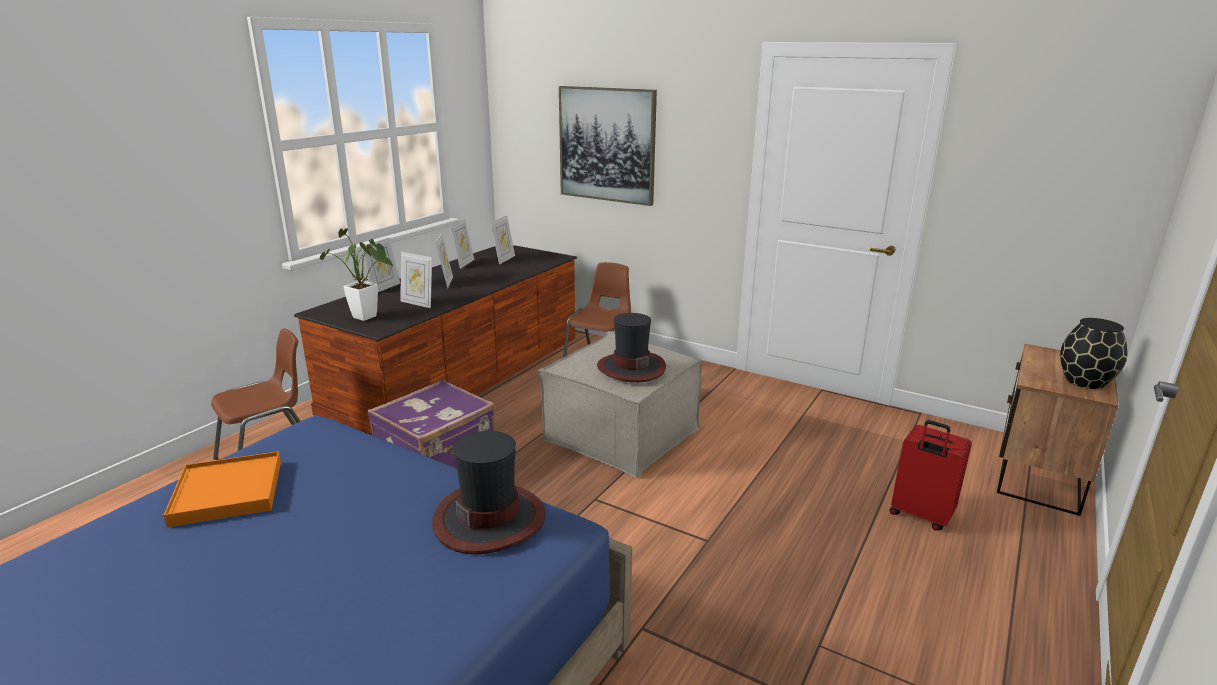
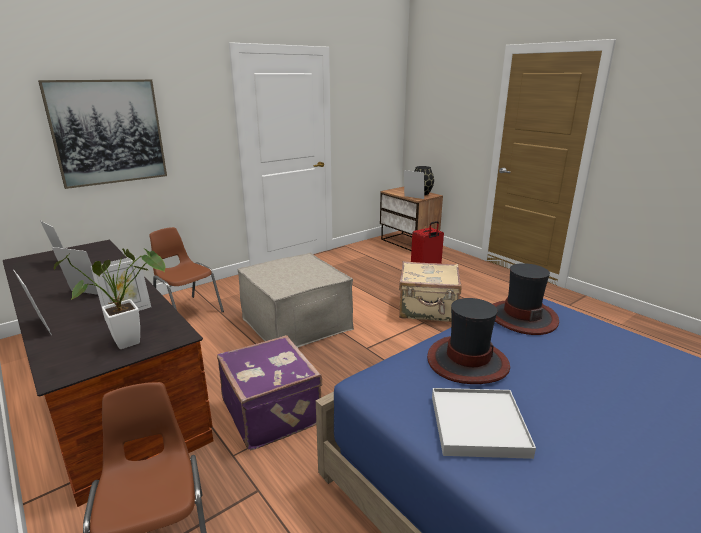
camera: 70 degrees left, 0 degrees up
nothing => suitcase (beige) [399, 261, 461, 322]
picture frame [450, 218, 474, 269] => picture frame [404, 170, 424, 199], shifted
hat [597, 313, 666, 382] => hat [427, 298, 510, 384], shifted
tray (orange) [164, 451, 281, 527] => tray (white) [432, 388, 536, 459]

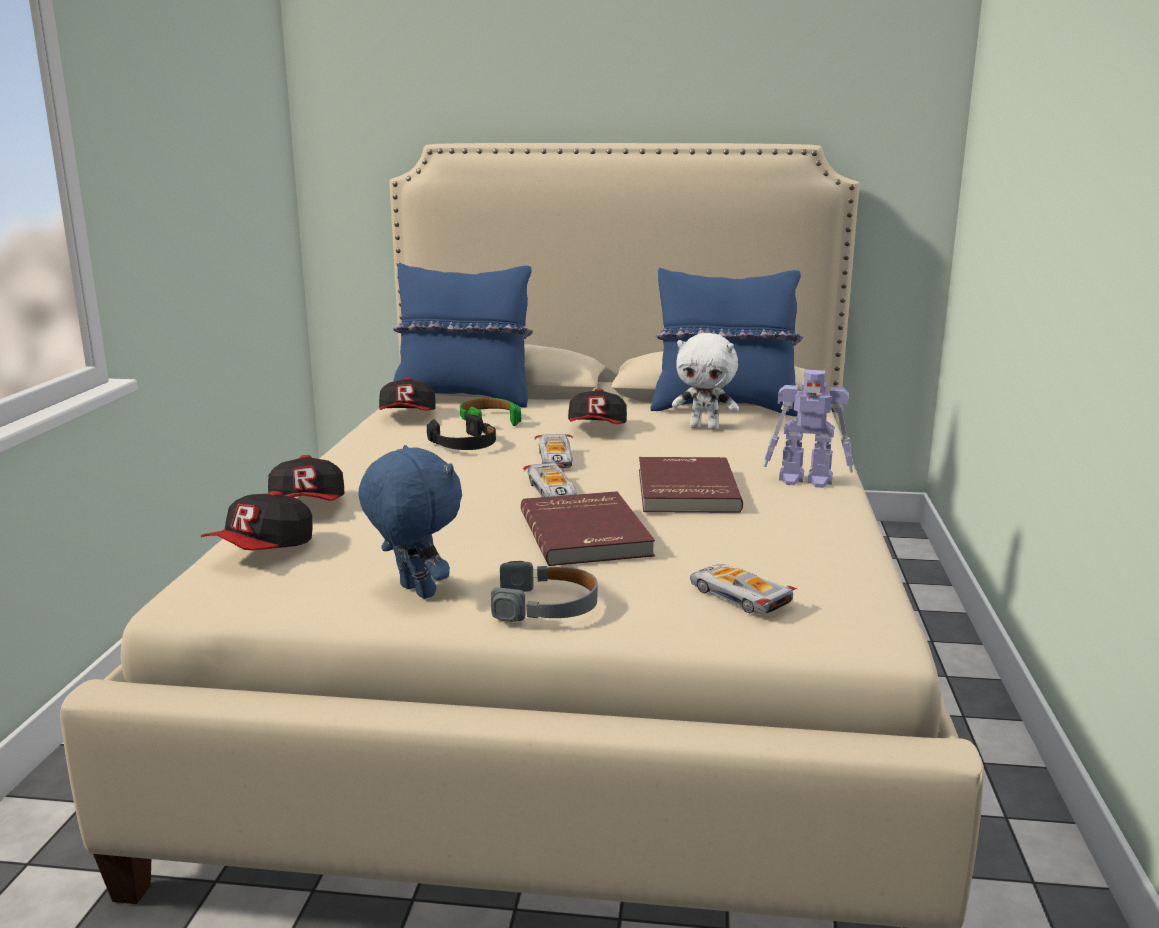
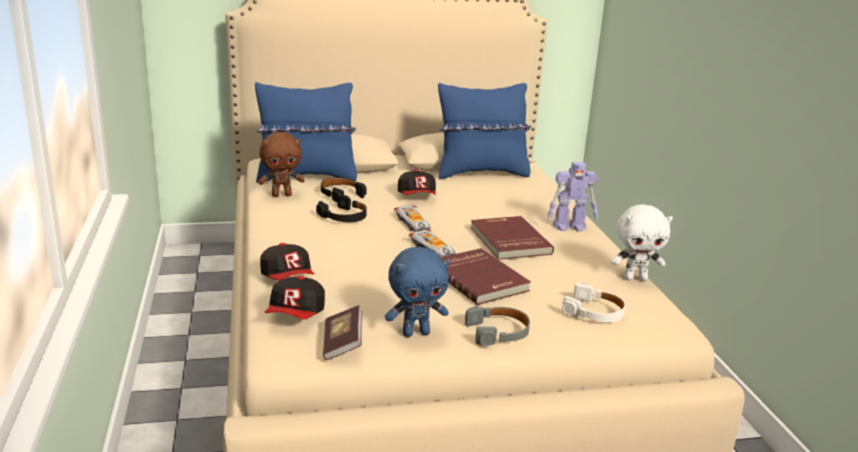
camera: 20 degrees left, 5 degrees up
nothing => book [323, 305, 362, 360]
plush toy (white) [672, 333, 739, 430] => plush toy (white) [610, 205, 673, 281], shifted
cap [379, 377, 435, 411] => plush toy (brown) [258, 132, 305, 197]
toy car [690, 565, 797, 615] => headphones (white) [562, 283, 626, 322]
headphones (green) [460, 397, 521, 426] => headphones (black) [321, 177, 367, 202]
plush toy (blue) [358, 445, 462, 599] => plush toy (blue) [385, 247, 450, 337], 135 degrees clockwise

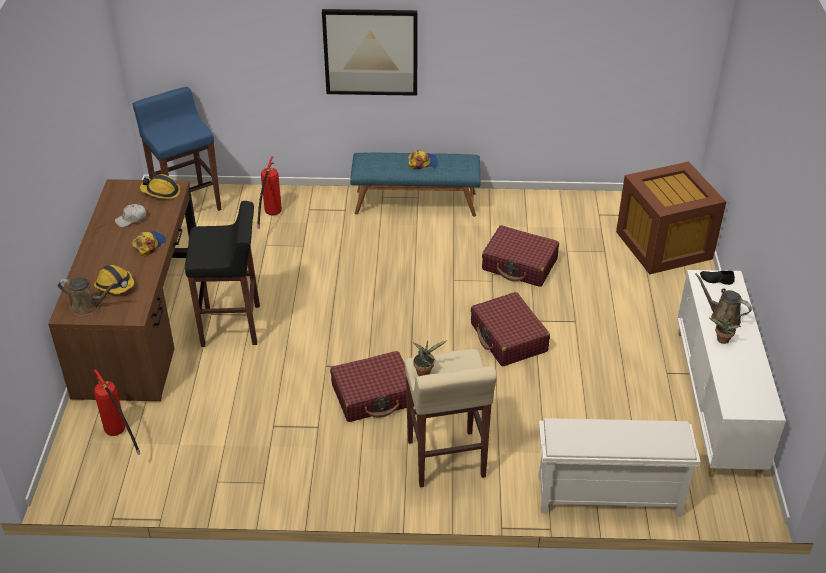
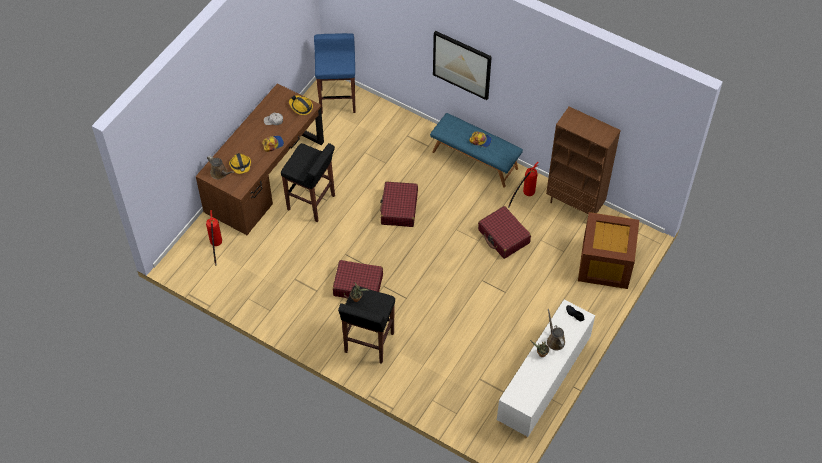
camera: 30 degrees right, 15 degrees up
shoe rack (white) [538, 418, 700, 516] => nothing
nothing => bookcase (brown) [546, 107, 621, 214]
fire extinguisher [257, 157, 282, 229] => fire extinguisher [508, 162, 539, 208], shifted
suitcase (red) [471, 292, 550, 366] => suitcase (red) [380, 182, 418, 227], shifted
stool (beige) [405, 349, 497, 488] => stool (black) [338, 286, 395, 364]

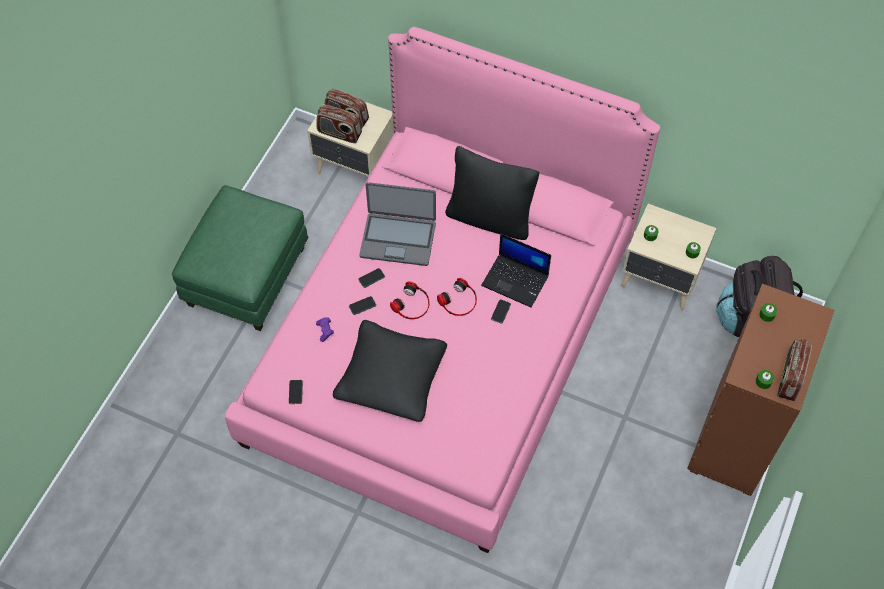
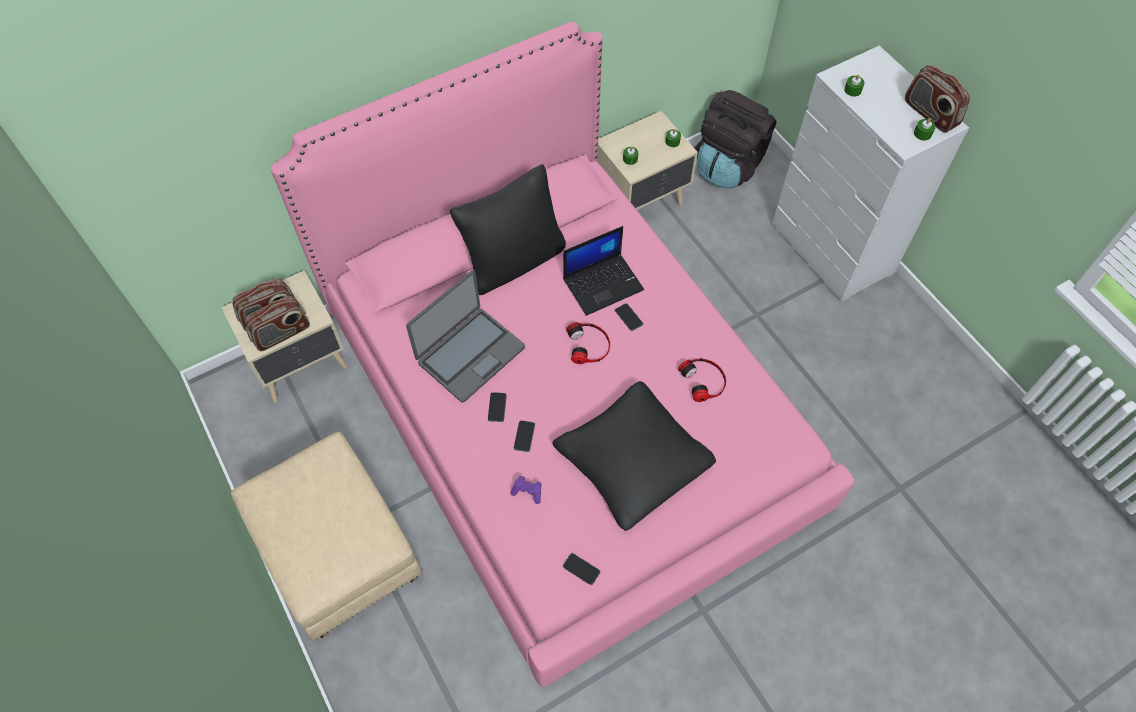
camera: 55 degrees left, 0 degrees up
headphones [390, 281, 430, 319] => headphones [678, 358, 726, 402], shifted
ottoman (green) [172, 185, 308, 331] => ottoman (beige) [231, 432, 422, 640]
dresser (brown) [687, 284, 834, 496] => dresser (white) [772, 46, 969, 301]

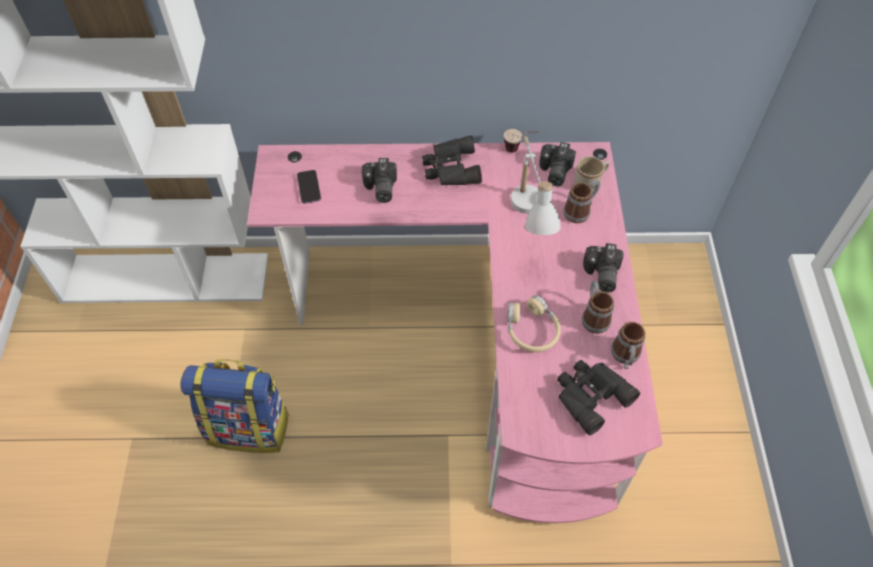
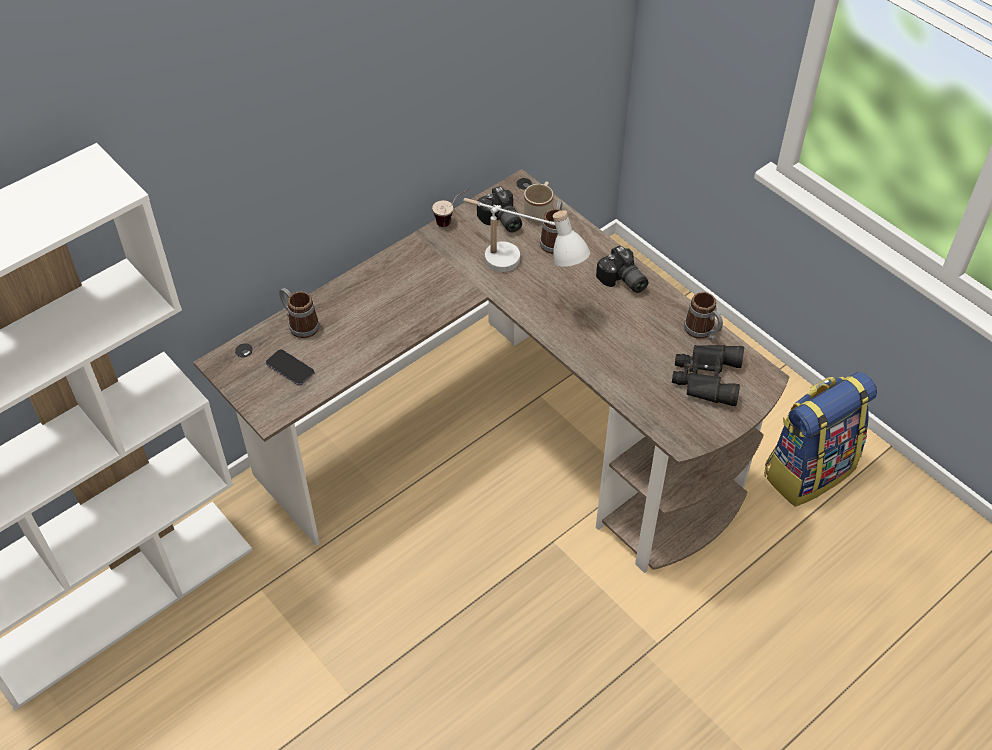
camera: 40 degrees left, 5 degrees down
photo camera [362, 158, 397, 203] => nothing
binoculars (black) [422, 135, 482, 185] => nothing
headphones (beige) [507, 295, 561, 352] => nothing
backpack [180, 359, 290, 453] => backpack [764, 372, 877, 507], shifted
mug [582, 281, 614, 334] => mug [279, 288, 320, 338], shifted
desk (pink) [247, 142, 663, 523] => desk (brown) [193, 169, 790, 573]

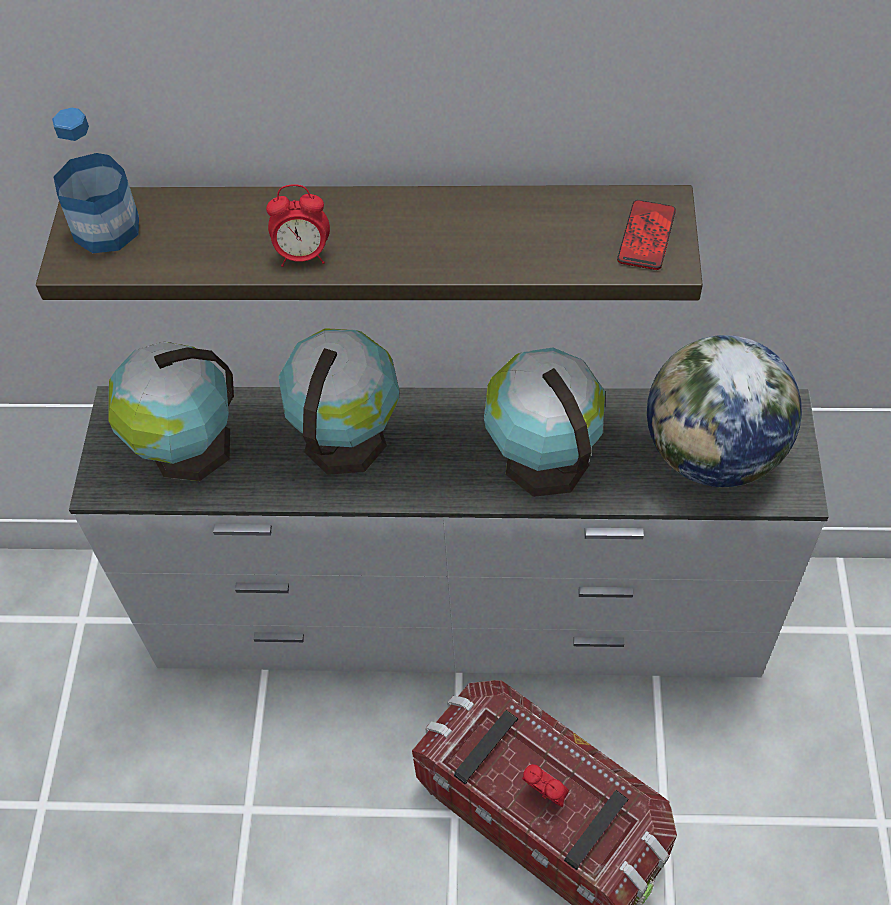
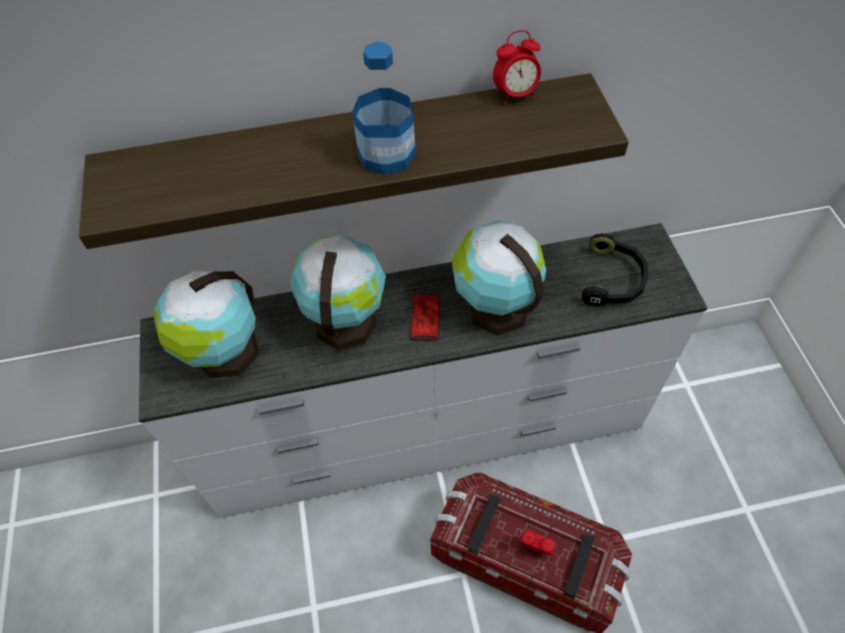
camera: 15 degrees left, 0 degrees up
bottle [52, 108, 139, 253] => bottle [352, 42, 416, 175], shifted
alarm clock [266, 185, 330, 267] => alarm clock [493, 30, 541, 104], shifted
phone [617, 200, 676, 270] => phone [411, 294, 440, 341], shifted
globe [647, 335, 802, 487] => headphones (black) [582, 233, 648, 306]

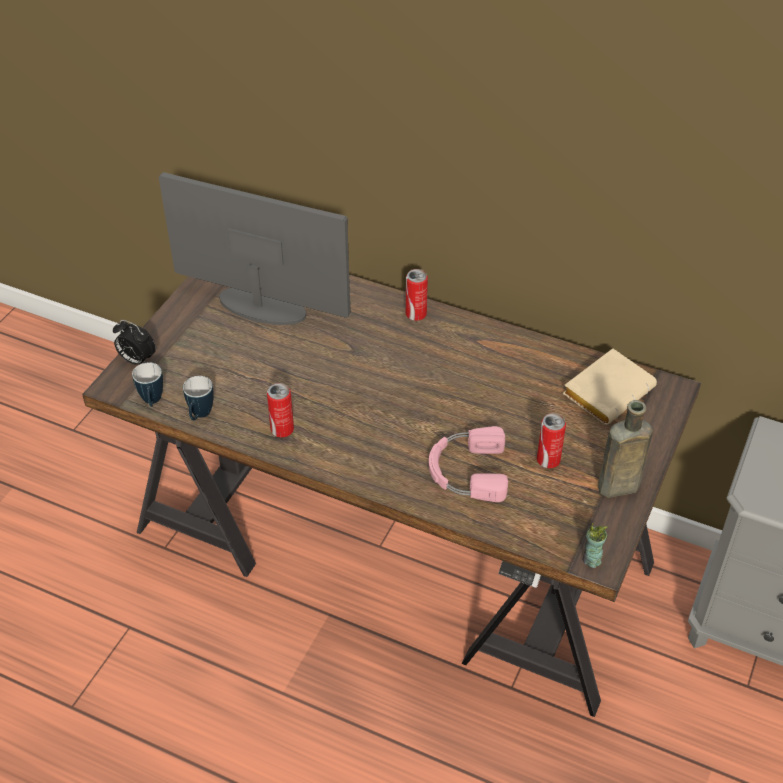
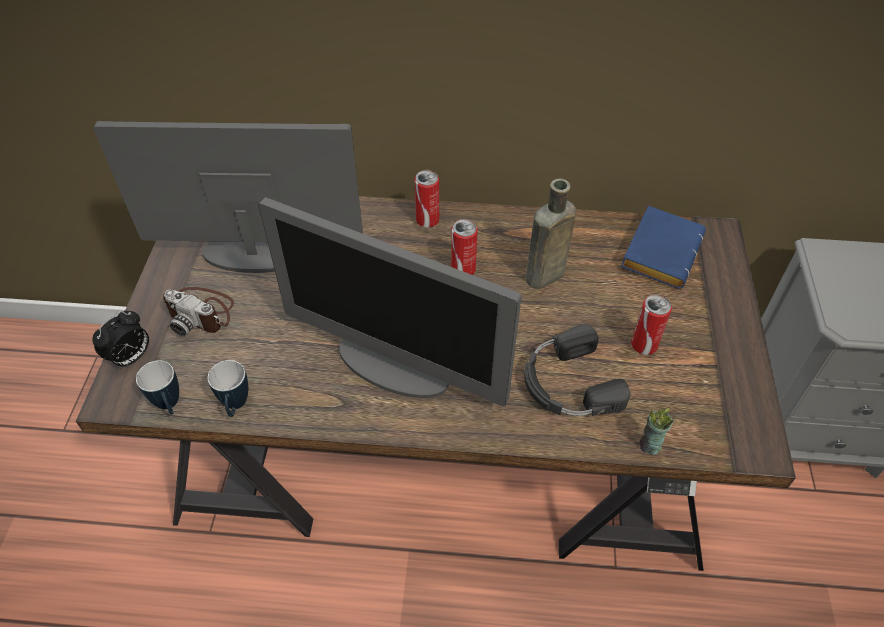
camera: 20 degrees left, 5 degrees up
nothing => photo camera [163, 287, 234, 336]
nothing => monitor [258, 197, 522, 407]
can [267, 383, 294, 437] => can [451, 219, 478, 275], shifted
cup [583, 523, 608, 568] => cup [639, 408, 674, 455], shifted
bottle (brown) [598, 400, 653, 498] => bottle (brown) [525, 178, 576, 289], shifted
headphones (pink) [429, 426, 508, 502] => headphones (black) [524, 324, 630, 416]
book (beige) [563, 348, 657, 425] => book (blue) [621, 206, 706, 289]
alarm clock [113, 320, 156, 365] => alarm clock [92, 311, 149, 370], 60 degrees counterclockwise

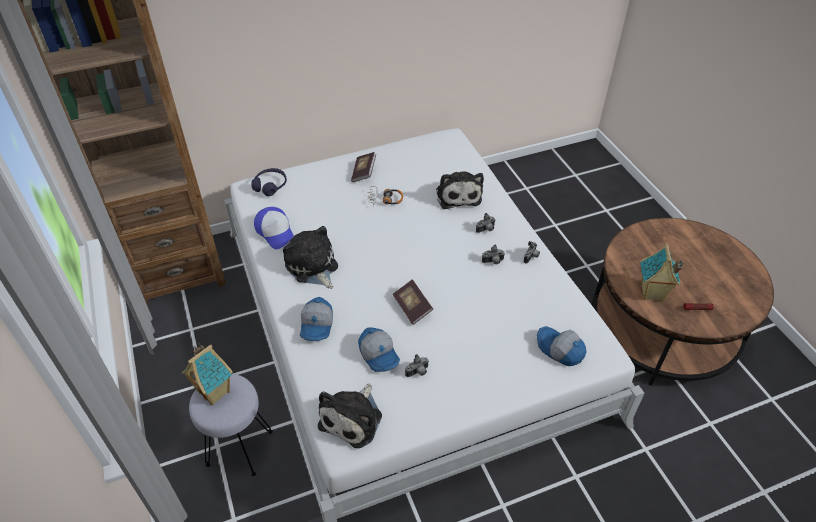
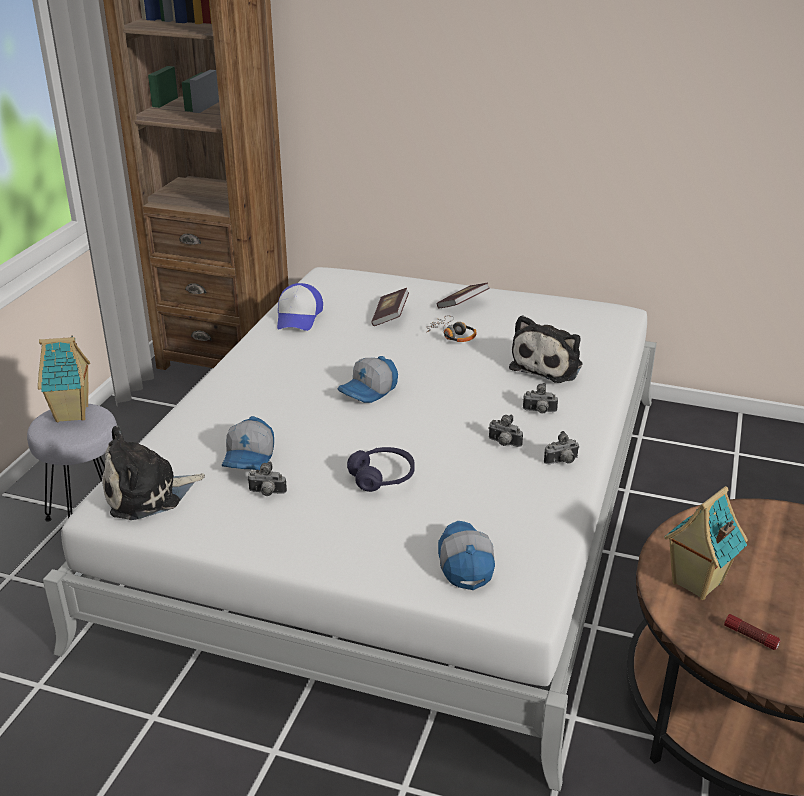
camera: 40 degrees right, 15 degrees down
plush toy [283, 226, 338, 289] => nothing
headphones (purple) [251, 168, 287, 196] => headphones (purple) [347, 447, 415, 492], shifted
cap [300, 297, 333, 341] => cap [338, 356, 398, 403], shifted
book [393, 279, 433, 325] => book [371, 288, 409, 326], shifted

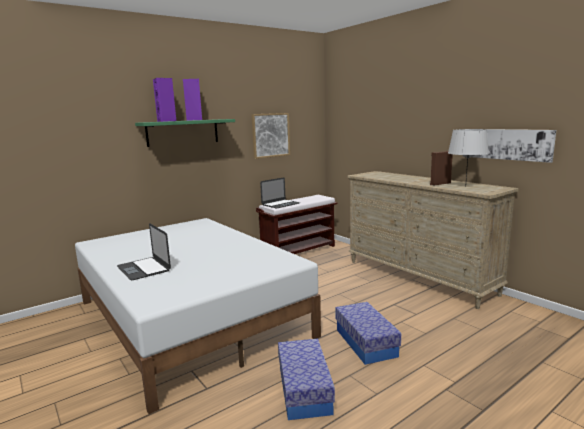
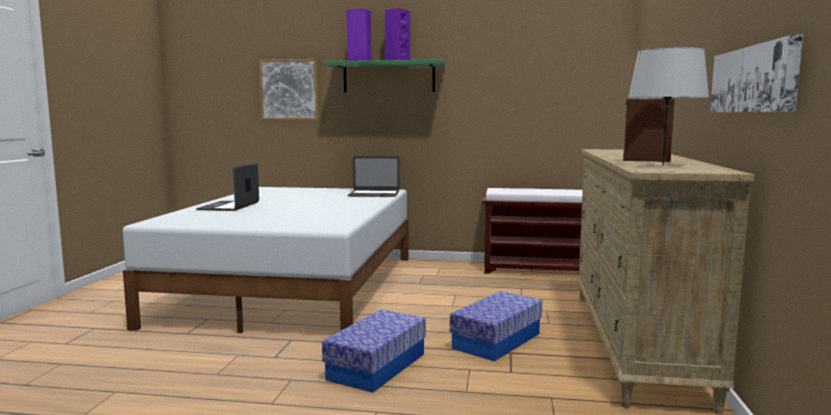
camera: 45 degrees right, 5 degrees down
picture [252, 113, 290, 159] => picture [259, 59, 319, 120], shifted
laptop [260, 177, 300, 208] => laptop [348, 156, 400, 197], shifted
storage box [278, 339, 335, 420] => storage box [450, 291, 542, 361], shifted

